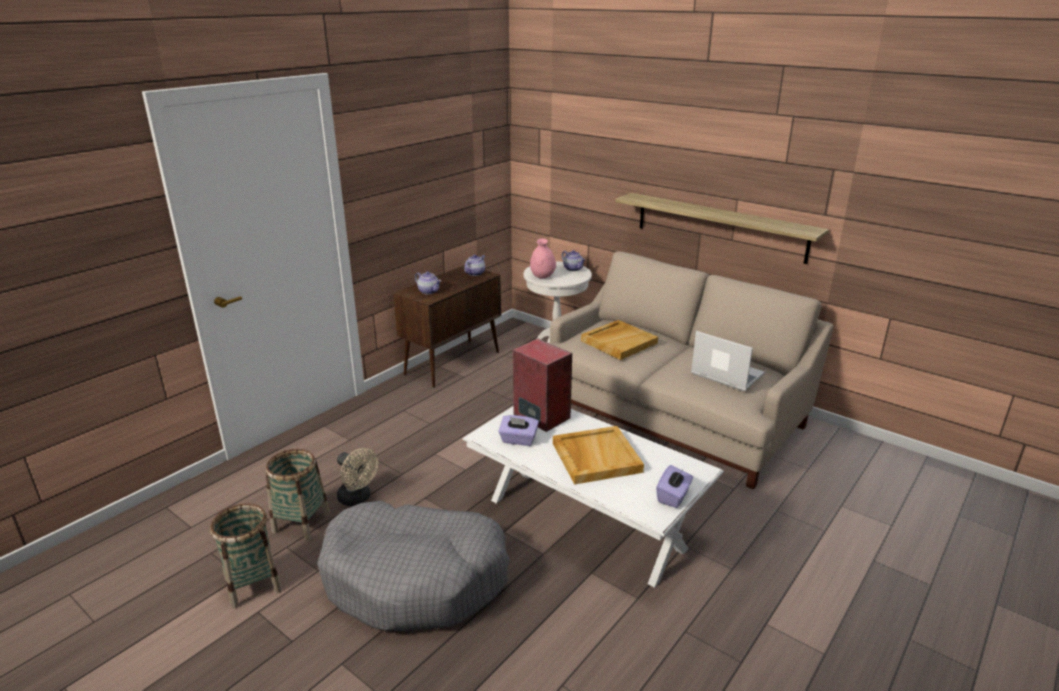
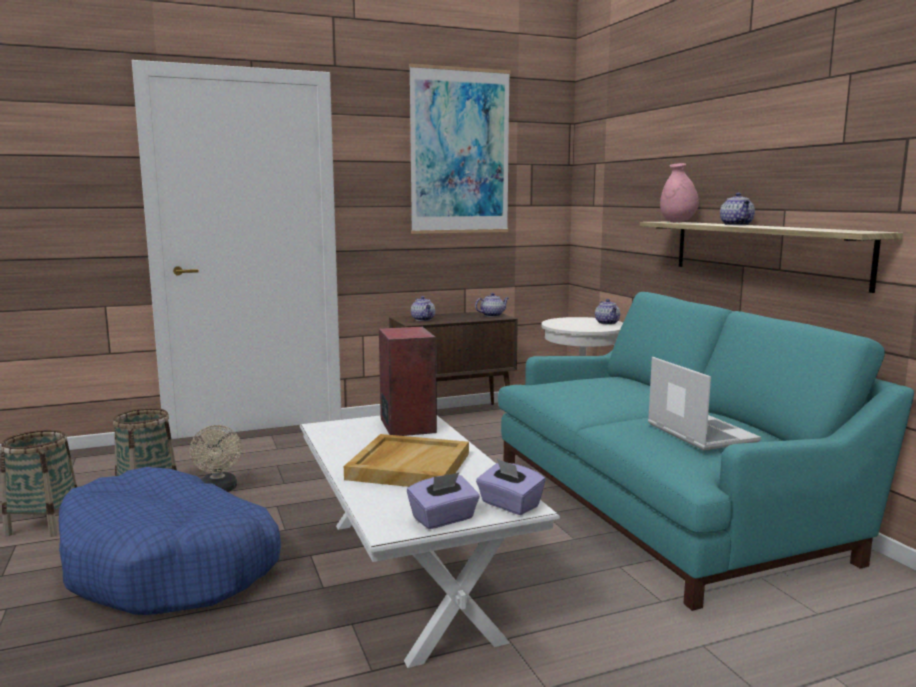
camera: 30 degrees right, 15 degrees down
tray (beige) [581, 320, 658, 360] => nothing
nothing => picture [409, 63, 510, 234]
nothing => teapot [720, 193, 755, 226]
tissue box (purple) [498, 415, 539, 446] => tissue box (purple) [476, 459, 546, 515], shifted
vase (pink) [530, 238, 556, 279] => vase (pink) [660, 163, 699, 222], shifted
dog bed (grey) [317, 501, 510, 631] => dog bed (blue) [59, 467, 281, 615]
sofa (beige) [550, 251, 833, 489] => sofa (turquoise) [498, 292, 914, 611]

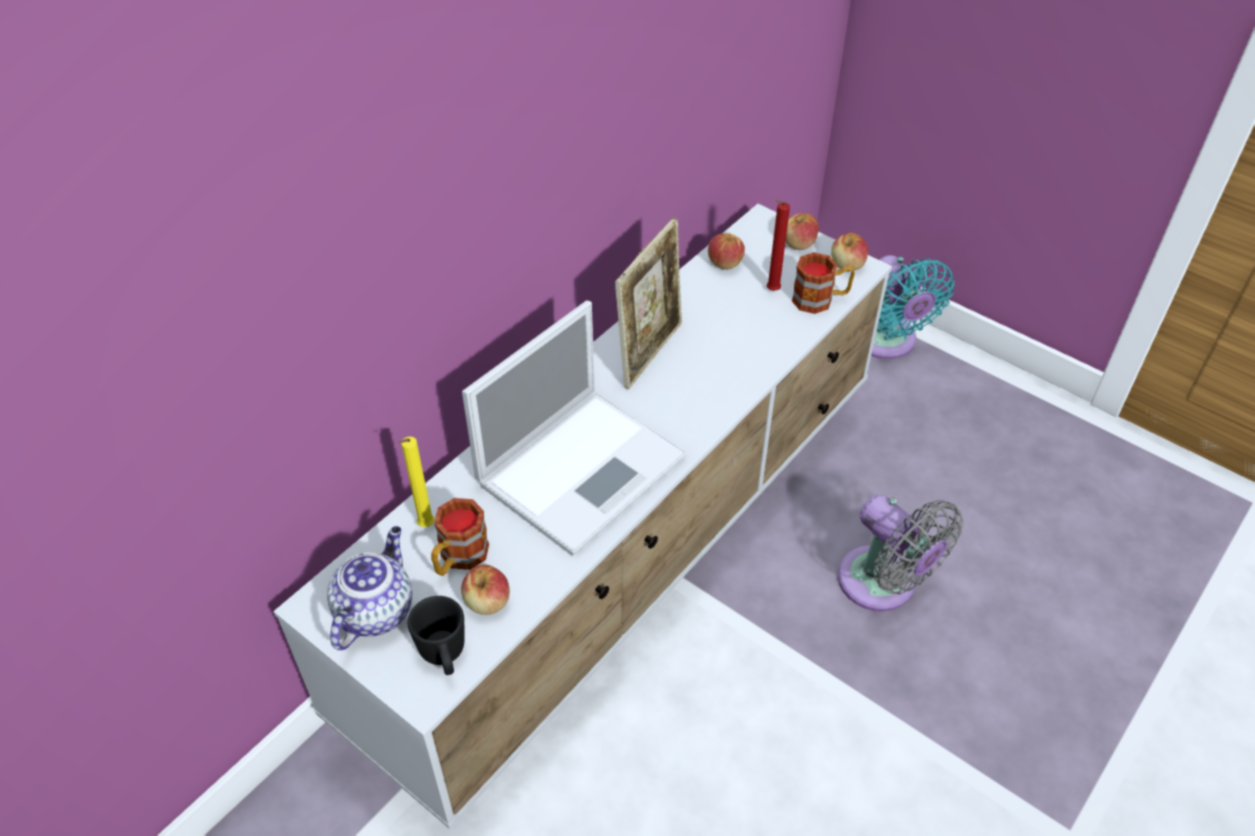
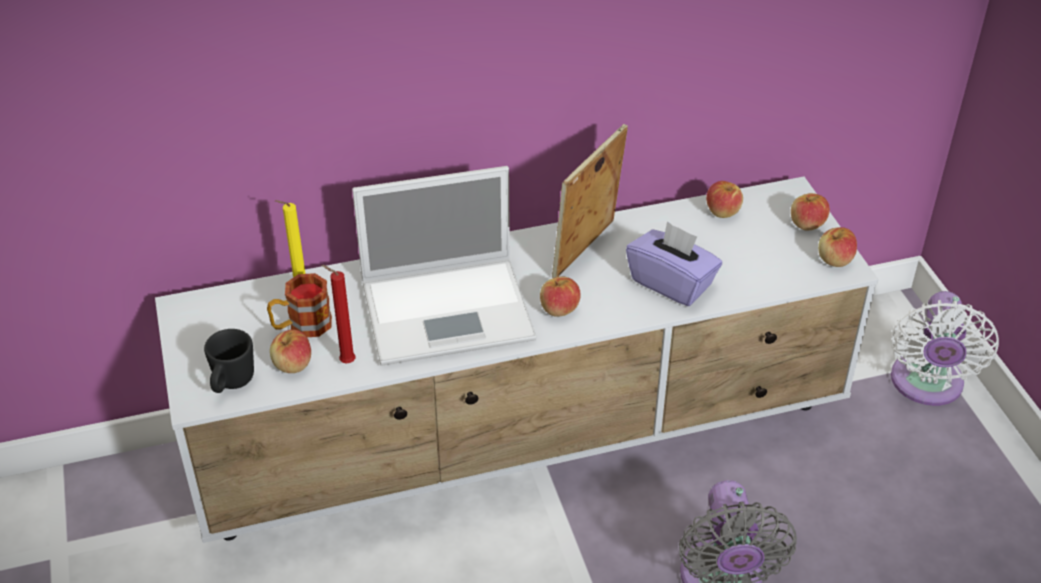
camera: 35 degrees right, 5 degrees down
teapot [327, 526, 412, 650] => nothing
mug [792, 252, 855, 314] => nothing
nothing => apple [540, 276, 581, 317]
nothing => tissue box (purple) [626, 221, 722, 306]
candle (red) [767, 200, 790, 291] => candle (red) [321, 265, 356, 363], shifted
fan (turquoise) [871, 255, 955, 359] => fan (white) [891, 291, 999, 406]
picture frame [615, 217, 682, 389] => picture frame [552, 124, 628, 278], 150 degrees clockwise

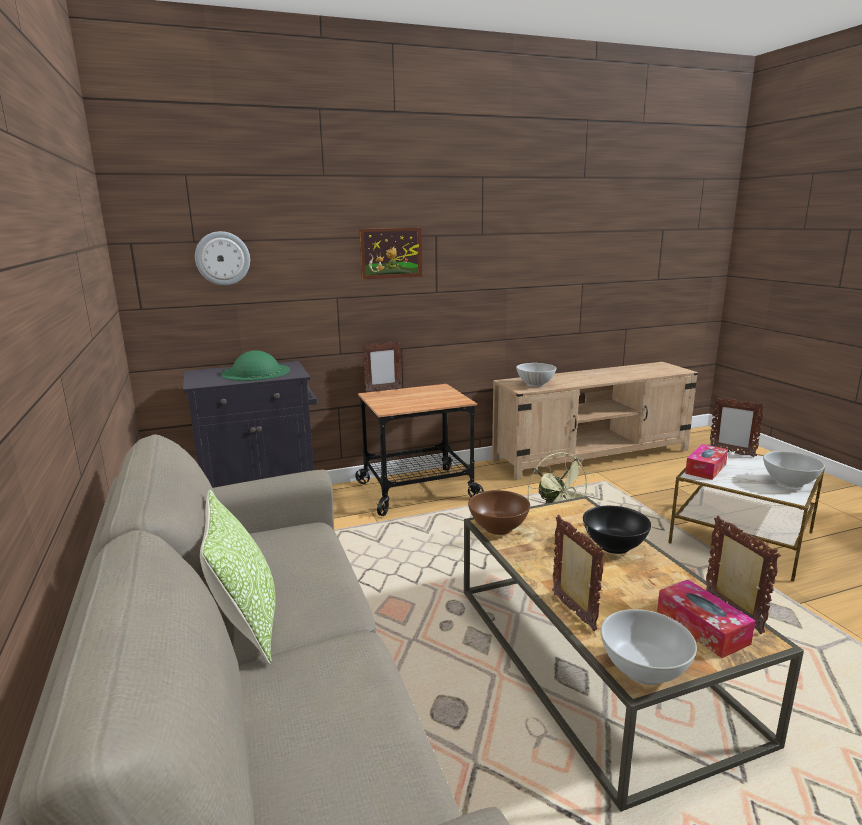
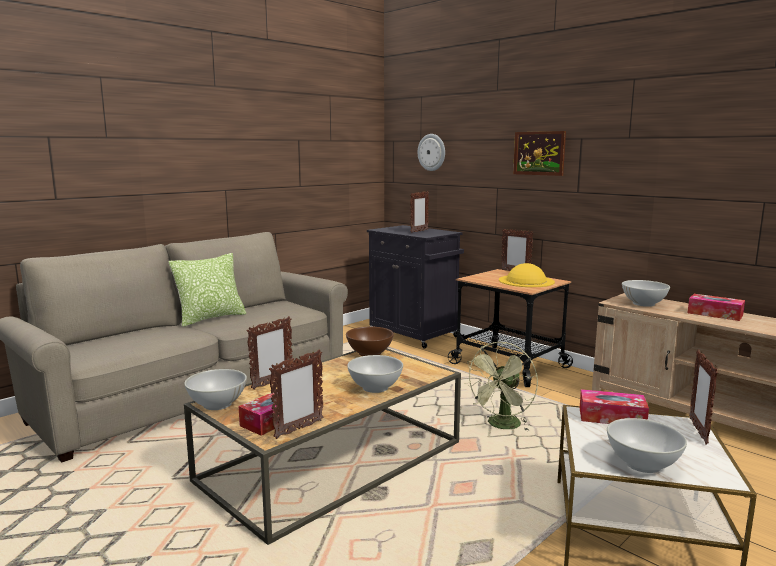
camera: 65 degrees right, 5 degrees down
nothing => hat (yellow) [499, 263, 555, 287]
nothing => tissue box [688, 294, 745, 321]
hat (green) [221, 350, 290, 381] => picture frame [410, 191, 429, 233]
bowl (black) [583, 506, 651, 554] => bowl (white) [347, 355, 403, 393]

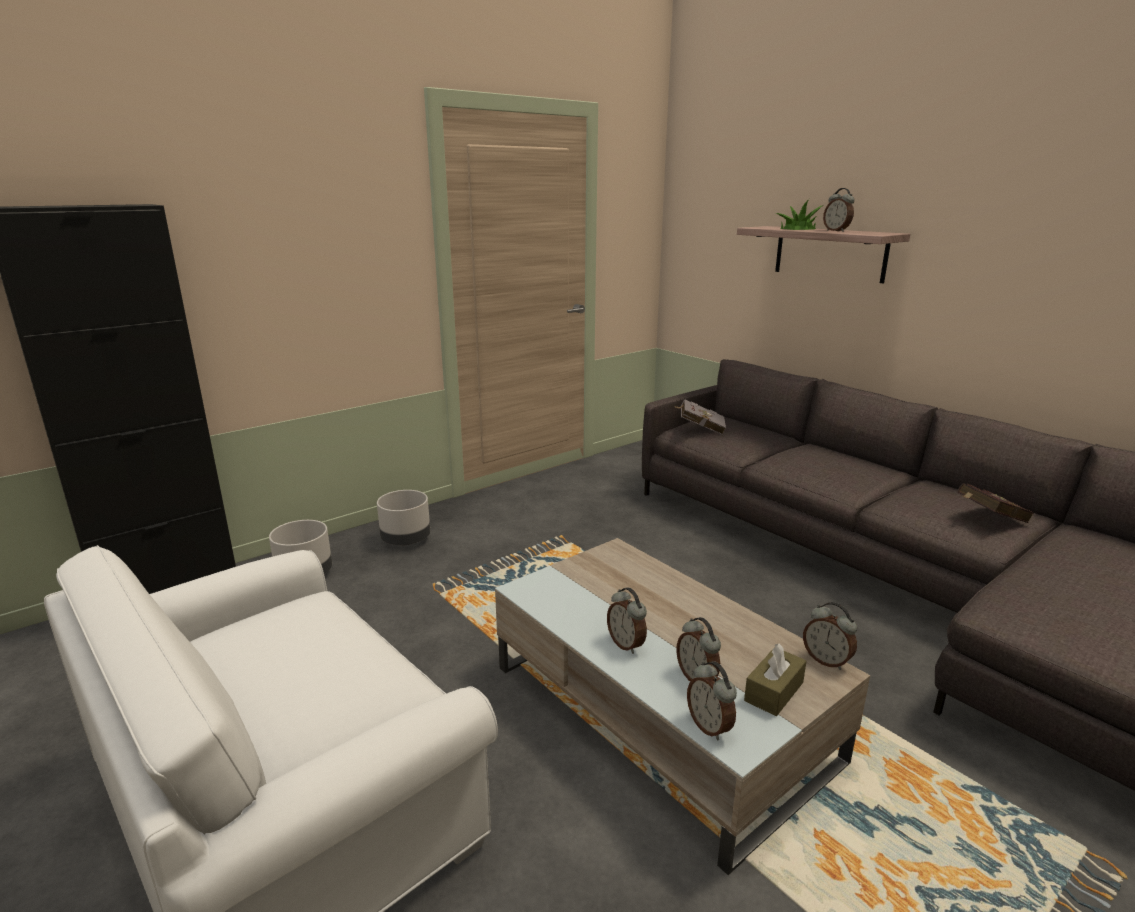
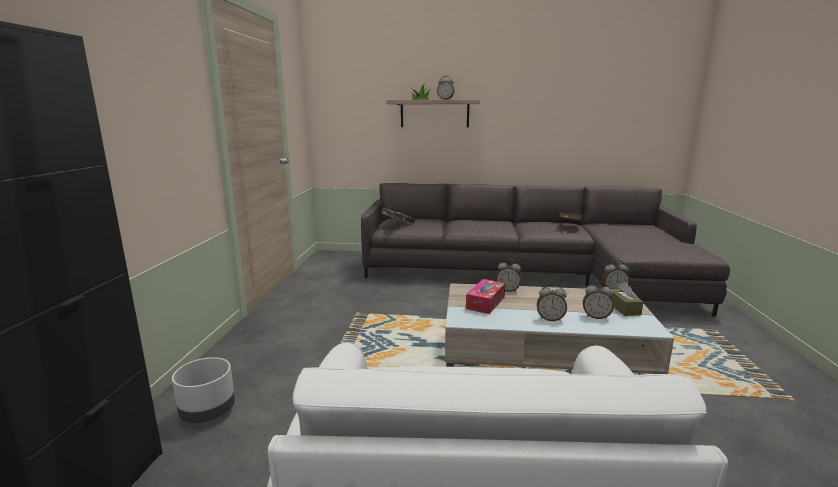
camera: 45 degrees left, 5 degrees down
planter (grey) [377, 490, 430, 545] => nothing
nothing => tissue box [466, 279, 505, 314]
alarm clock [687, 661, 737, 740] => alarm clock [496, 259, 522, 292], shifted

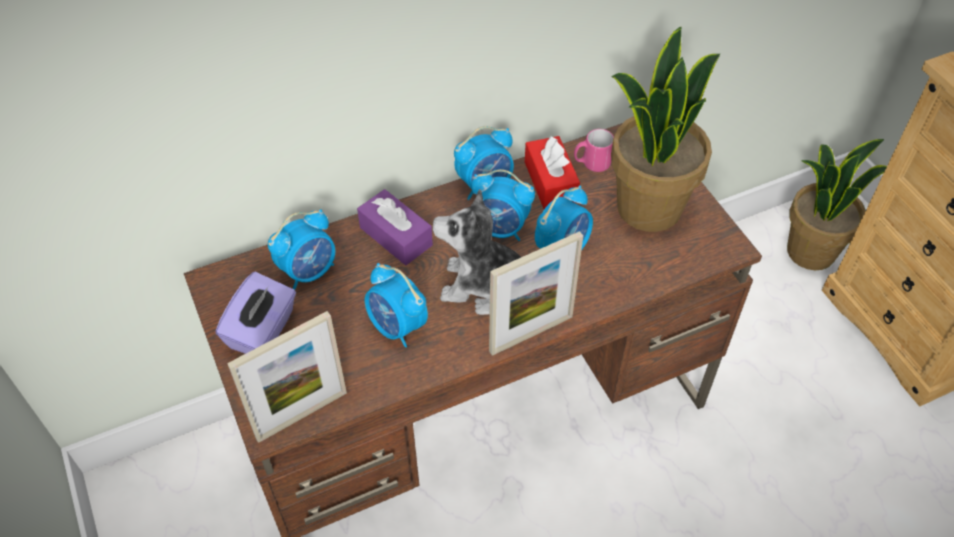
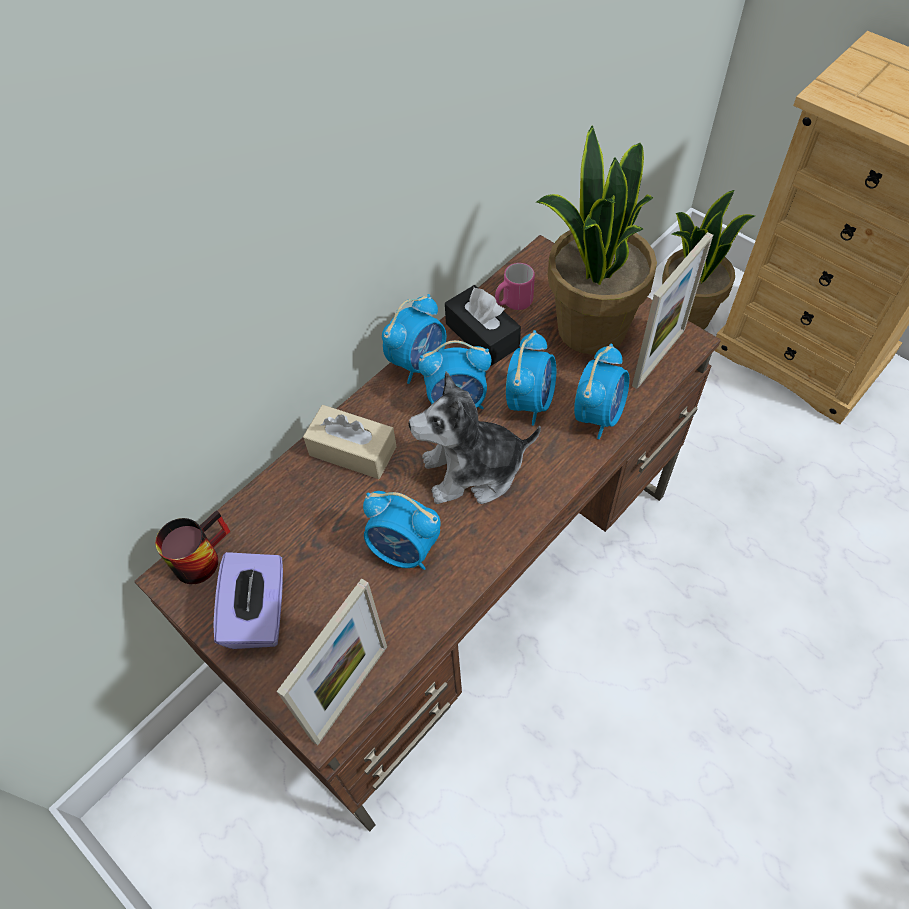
camera: 20 degrees left, 5 degrees up
nothing => mug [155, 510, 230, 584]
alarm clock [268, 209, 335, 290] => alarm clock [574, 344, 629, 439], shifted
picture frame [489, 231, 583, 356] => picture frame [632, 232, 713, 389], shifted
tissue box (purple) [357, 189, 433, 265] => tissue box (beige) [303, 405, 397, 479]
tissue box (red) [525, 136, 580, 209] => tissue box (black) [445, 285, 521, 366]

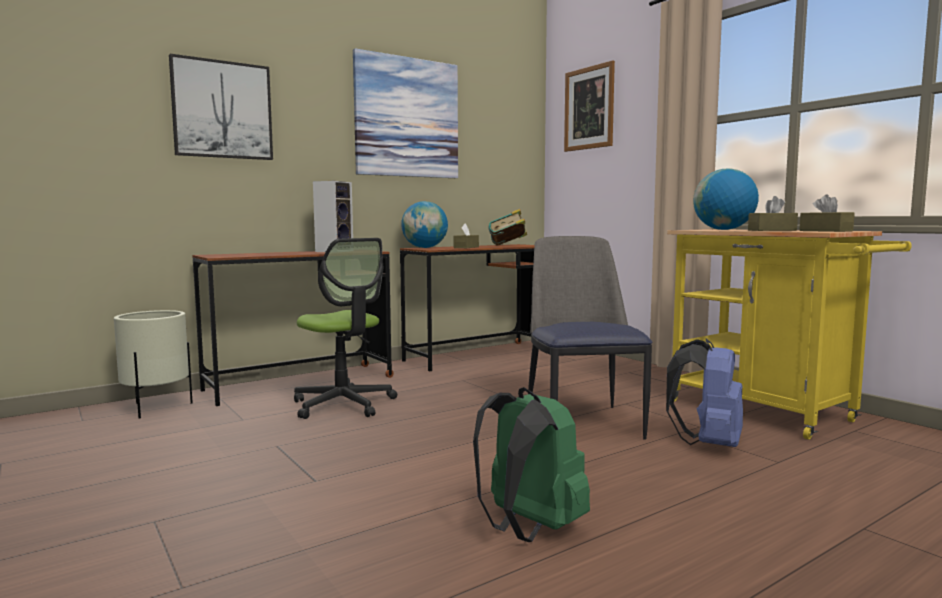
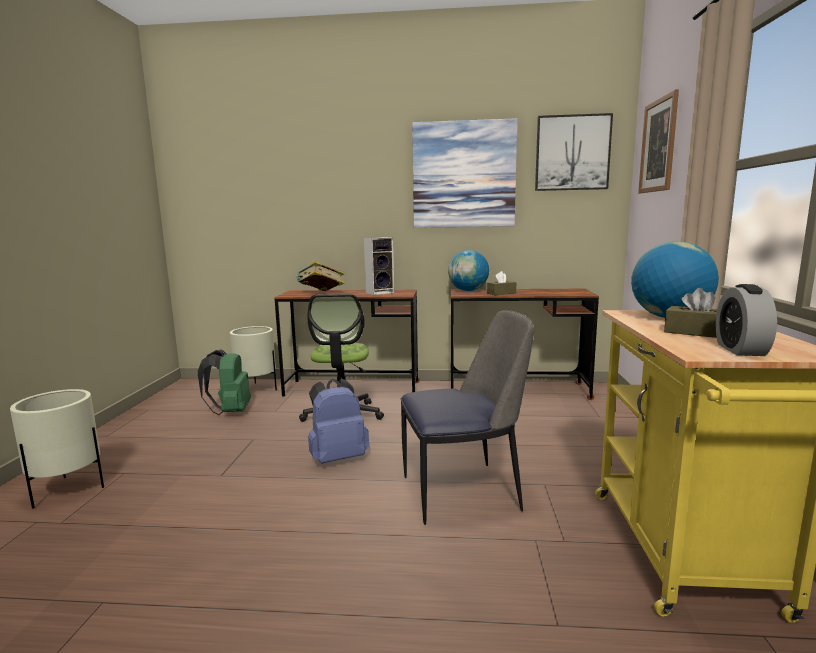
camera: 40 degrees right, 5 degrees up
nothing => planter (beige) [10, 389, 104, 509]
picture [169, 54, 273, 160] => picture [535, 113, 613, 191], shifted
backpack (green) [473, 387, 590, 542] => backpack (green) [198, 349, 251, 415], shifted
book [488, 209, 527, 246] => book [296, 261, 345, 291], shifted
backpack (blue) [666, 338, 743, 447] => backpack (blue) [308, 379, 369, 463], shifted
tissue box (brown) [799, 194, 855, 232] => alarm clock [716, 284, 777, 356]
chair [528, 236, 653, 440] => chair [401, 310, 534, 525], 45 degrees clockwise

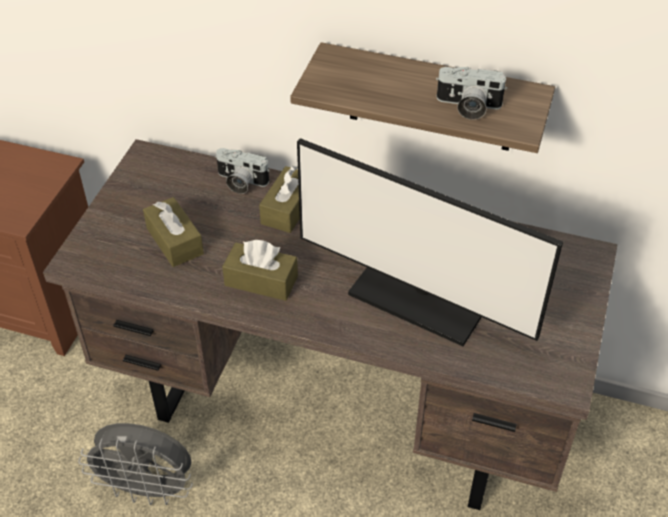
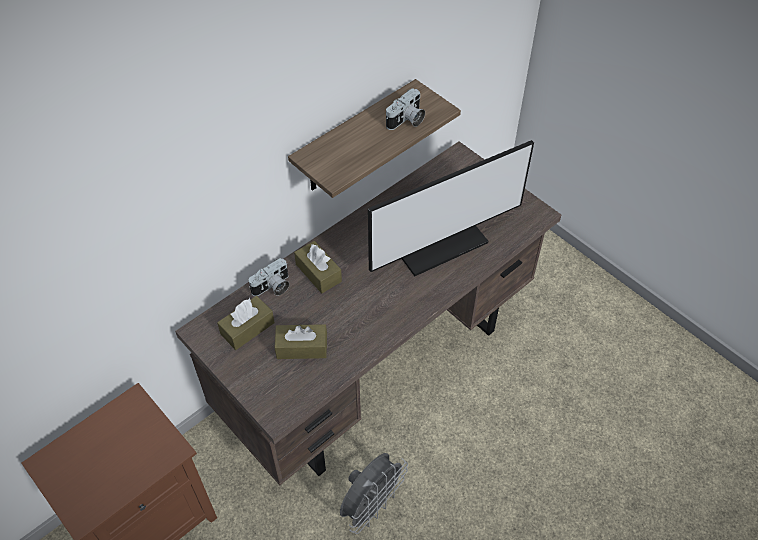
camera: 60 degrees left, 5 degrees up
tissue box (brown) [222, 240, 298, 301] => tissue box (brown) [217, 296, 275, 350], shifted

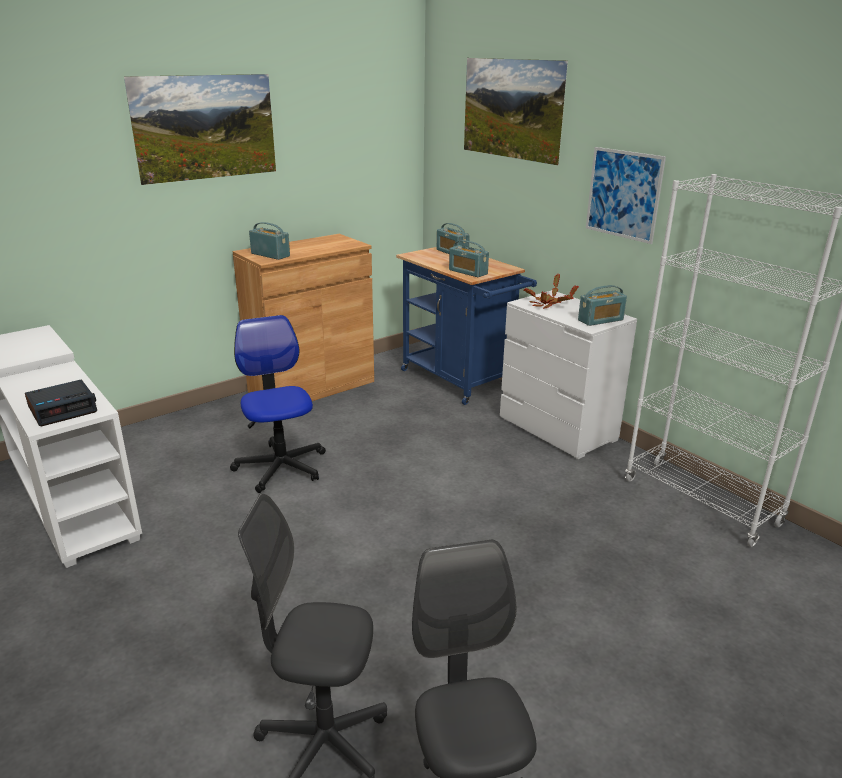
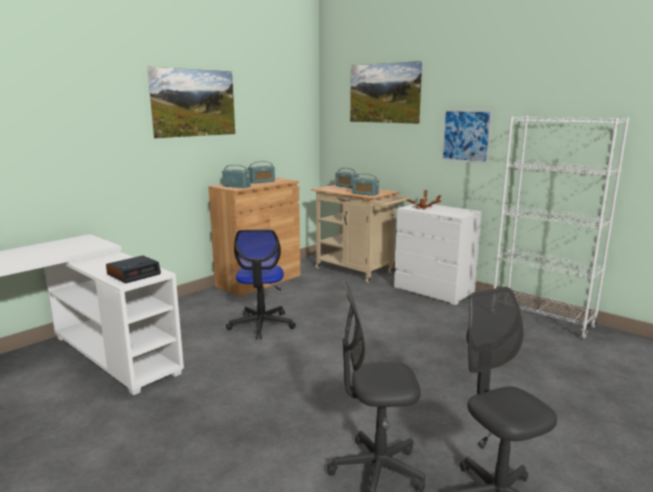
camera: 10 degrees left, 10 degrees down
radio [578, 285, 627, 326] => radio [248, 161, 275, 184], shifted
cart (blue) [396, 247, 537, 405] => cart (beige) [311, 185, 409, 283]
office chair [230, 315, 326, 493] => office chair [226, 229, 296, 339], 150 degrees counterclockwise

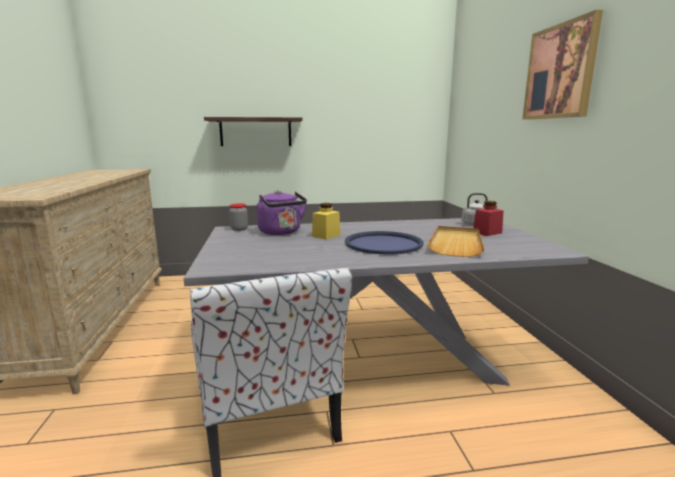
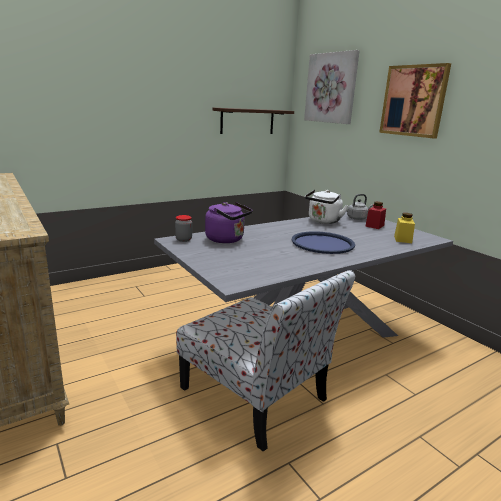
camera: 25 degrees left, 5 degrees up
tray (beige) [427, 226, 485, 257] => nothing
nothing => picture [304, 50, 360, 124]
nothing => kettle (white) [305, 190, 348, 224]
shelf [204, 117, 303, 146] => shelf [213, 108, 294, 134], shifted
jar (yellow) [312, 203, 341, 240] => jar (yellow) [394, 213, 415, 243], shifted

